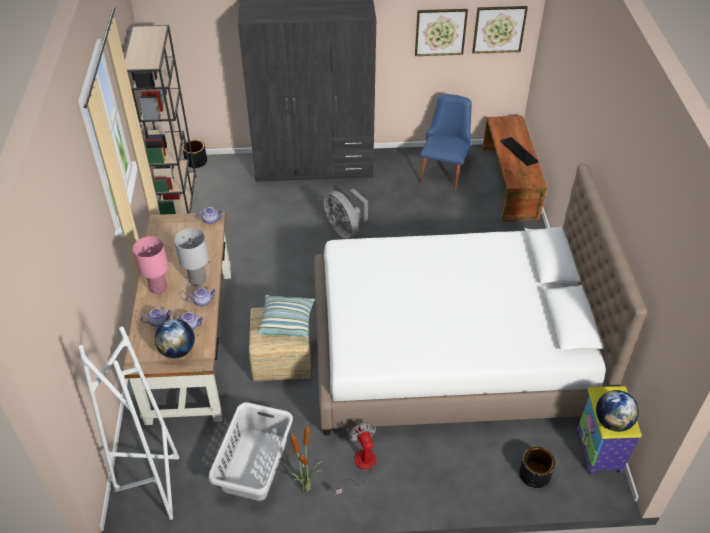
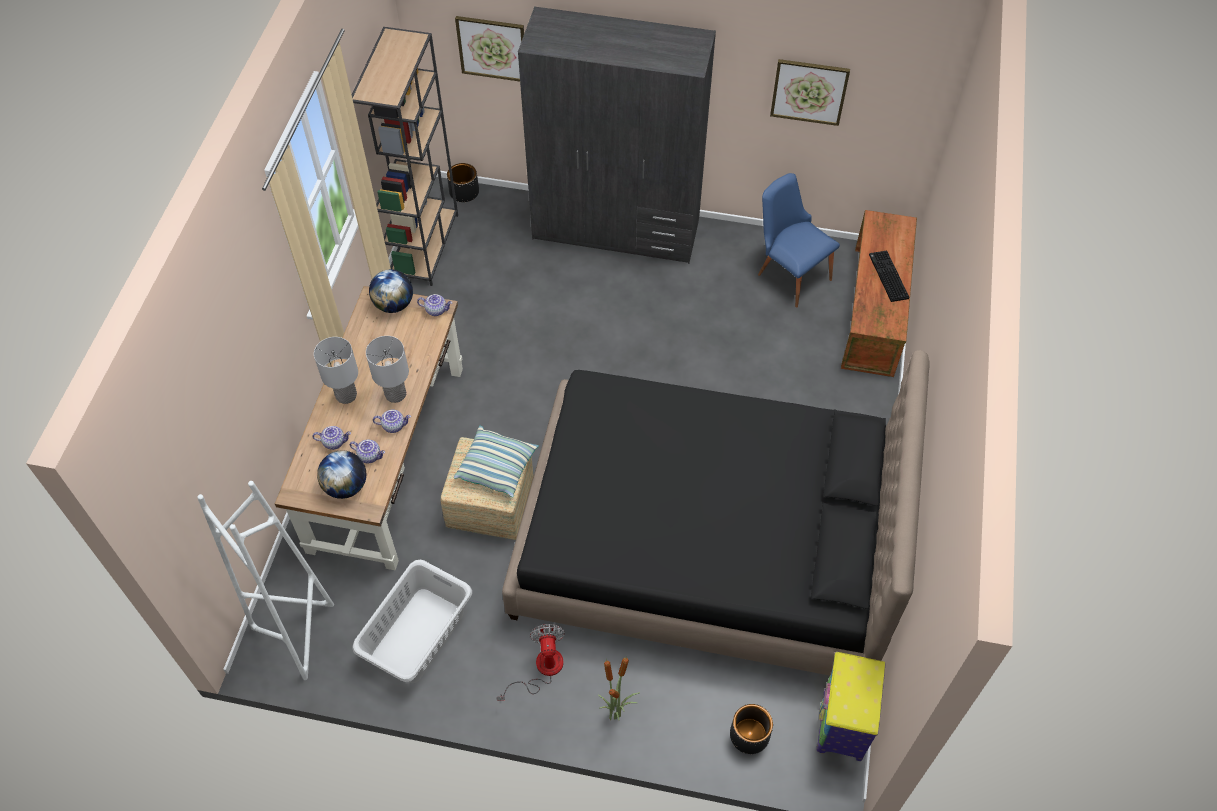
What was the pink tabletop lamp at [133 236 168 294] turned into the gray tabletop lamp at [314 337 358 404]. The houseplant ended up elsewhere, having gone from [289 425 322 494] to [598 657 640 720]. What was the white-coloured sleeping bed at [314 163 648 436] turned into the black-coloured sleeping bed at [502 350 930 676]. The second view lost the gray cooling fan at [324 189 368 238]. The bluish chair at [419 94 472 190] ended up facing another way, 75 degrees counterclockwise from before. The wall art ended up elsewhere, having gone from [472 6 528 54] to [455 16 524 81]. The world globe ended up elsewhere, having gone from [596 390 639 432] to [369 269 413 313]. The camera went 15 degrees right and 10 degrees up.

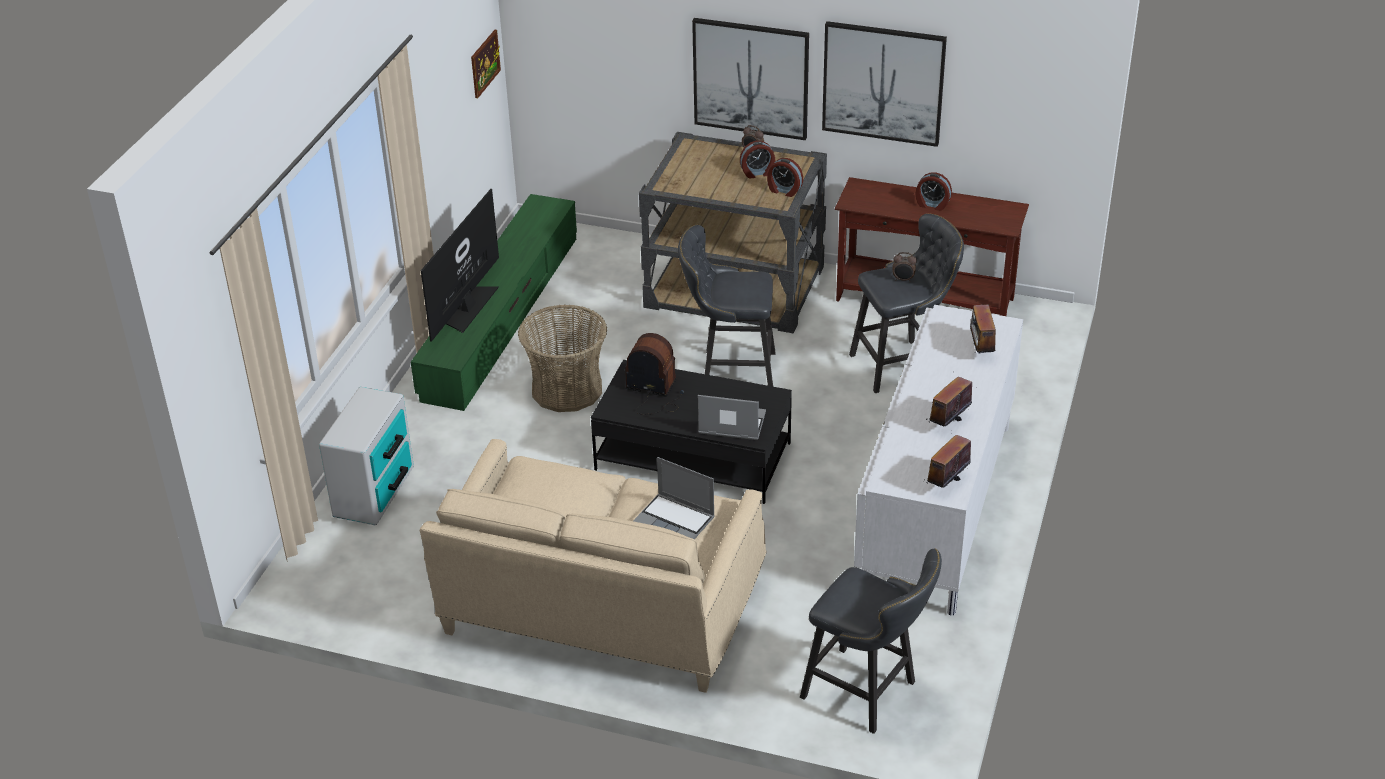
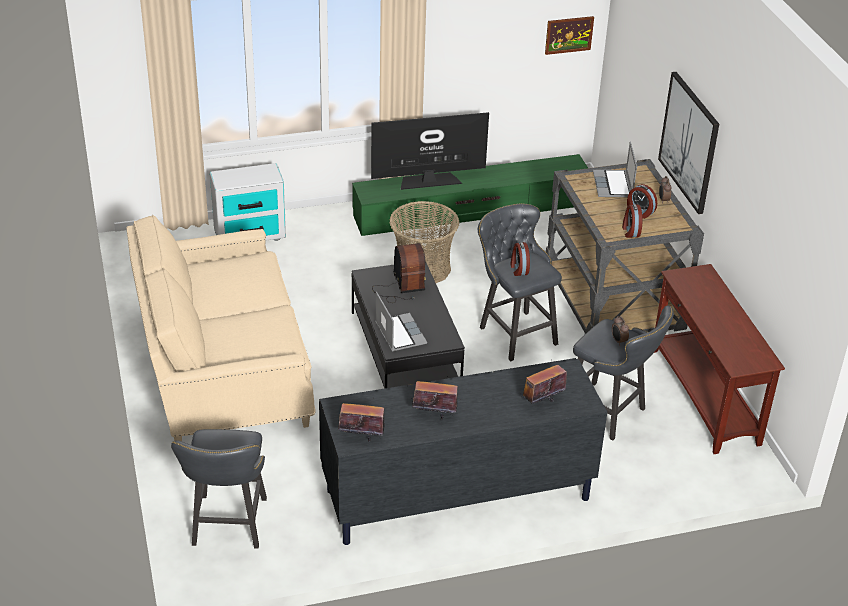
The laptop ended up elsewhere, having gone from [633 457 715 539] to [593 142 637 197]. The second view lost the wall art at [822 21 947 147]. What was the white-coloured cupboard at [854 305 1023 616] turned into the black-coloured cupboard at [319 358 607 545]. The alarm clock ended up elsewhere, having gone from [915 172 952 211] to [510 242 530 276]. The camera went 55 degrees right and 0 degrees up.

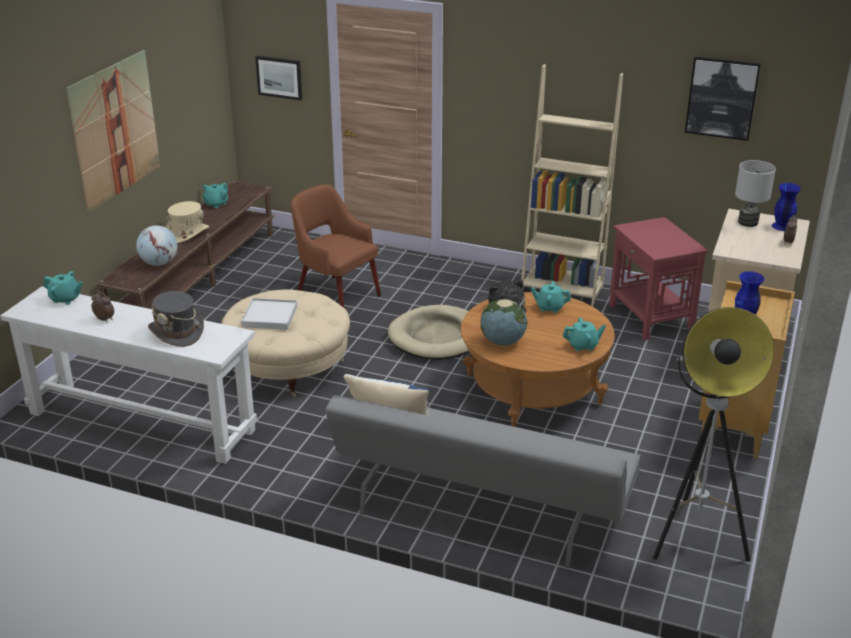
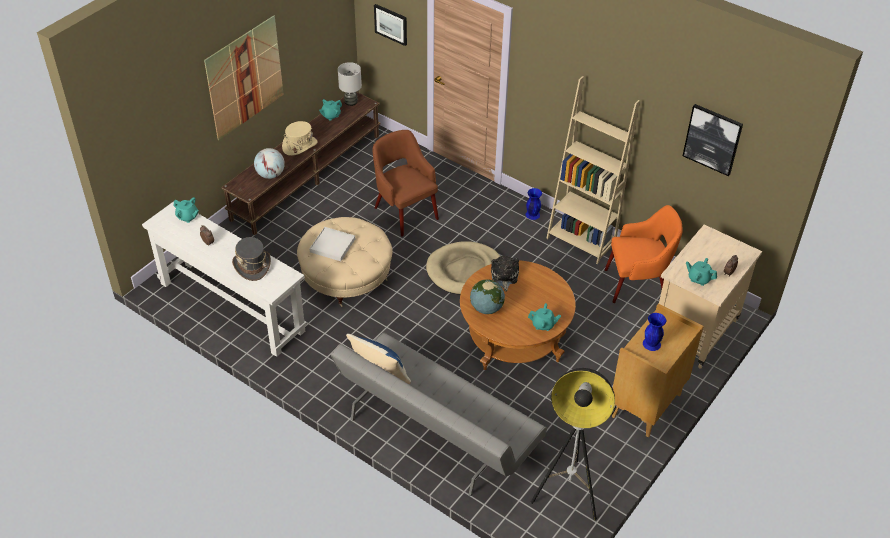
The turquoise-coloured tea pot ended up elsewhere, having gone from [531 281 571 313] to [686 258 717 286]. Where the reddish end table stood at [609 217 708 340], the orange easy chair came to stand at [605 205 683 303]. The gray tabletop lamp ended up elsewhere, having gone from [735 160 776 227] to [338 62 362 106]. The bluish flower vase ended up elsewhere, having gone from [772 183 801 231] to [526 188 542 220]. The camera went 15 degrees right and 15 degrees up.

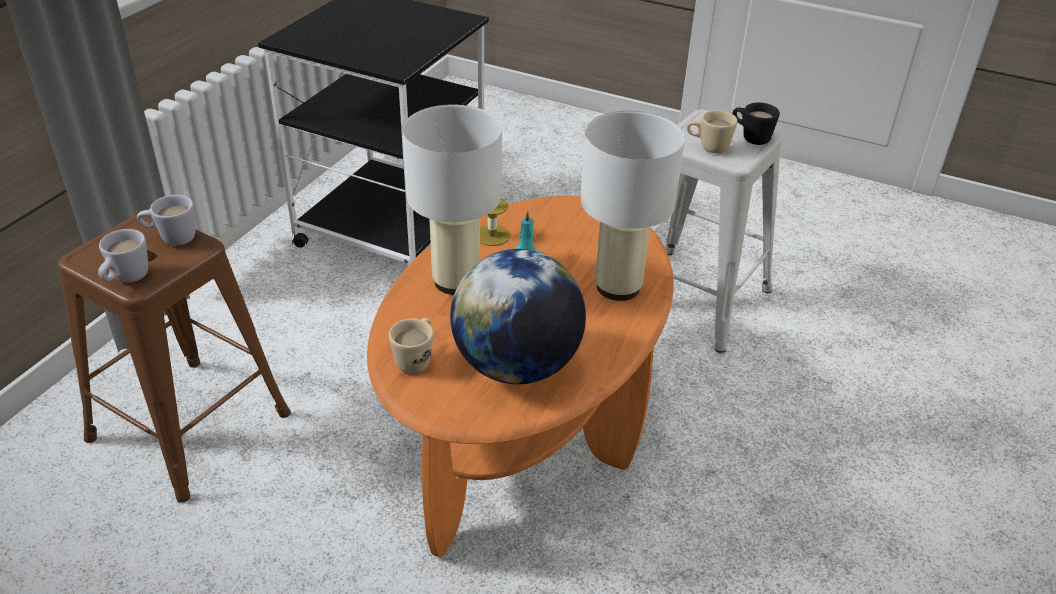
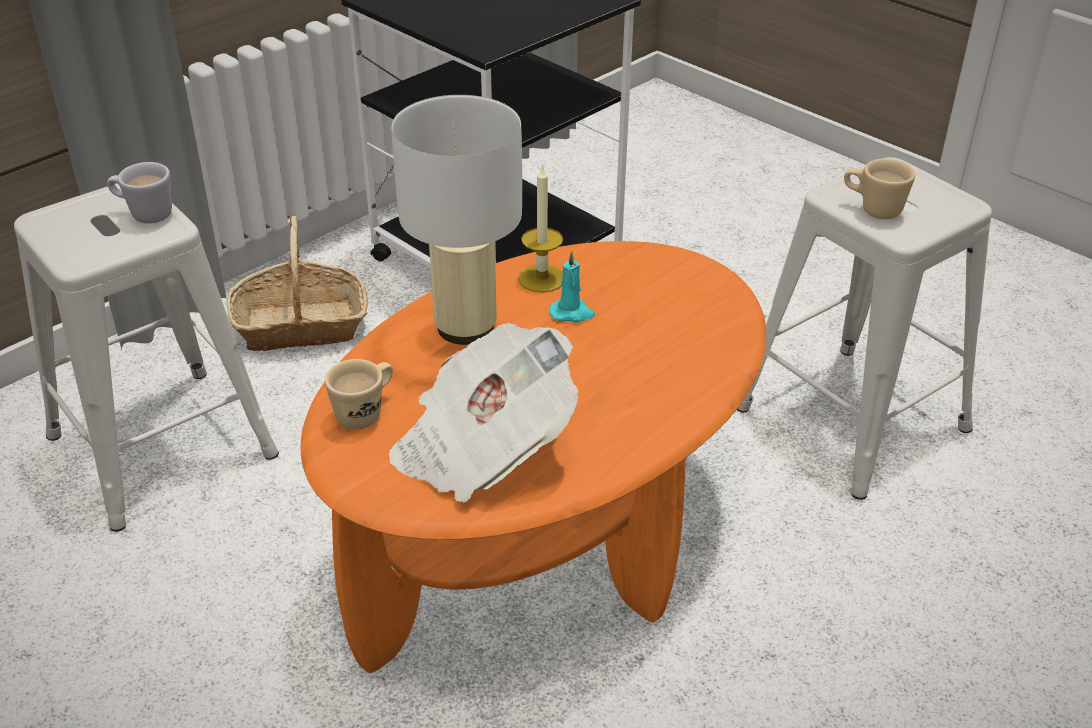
What was the brown stool seat at [58 214 291 503] turned into the white-coloured stool seat at [14 183 279 532]. The second view lost the white-coloured mug at [98 229 148 283]. Where the world globe stood at [450 249 586 384], the printed paper came to stand at [389 323 578 503]. The second view lost the white-coloured tabletop lamp at [581 111 685 301]. The second view lost the black-coloured mug at [732 102 780 145]. The second view gained the basket at [227 216 368 351]. The camera went 20 degrees right and 0 degrees up.

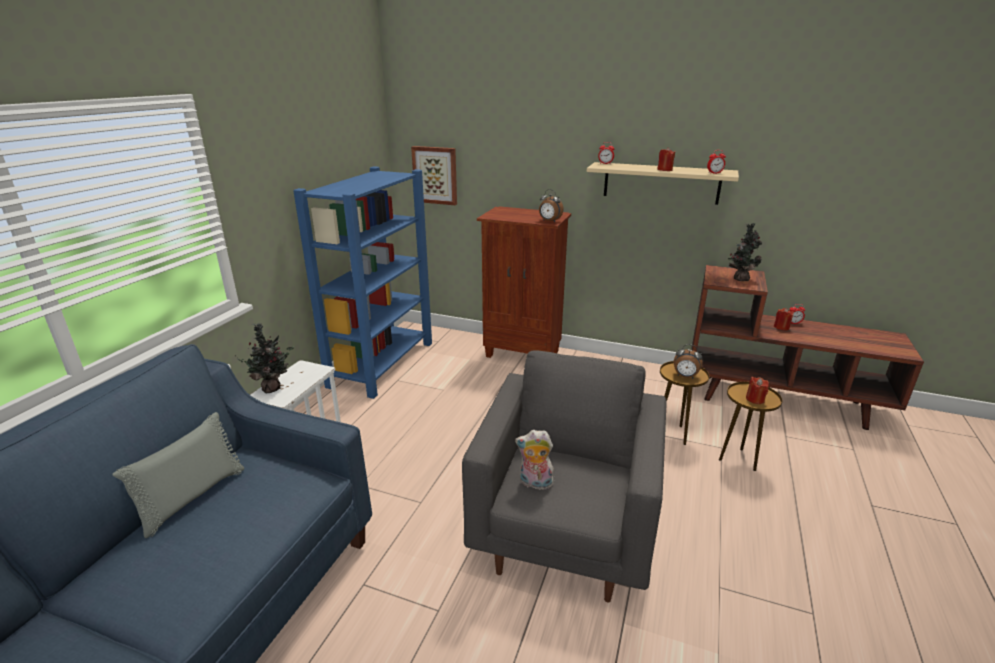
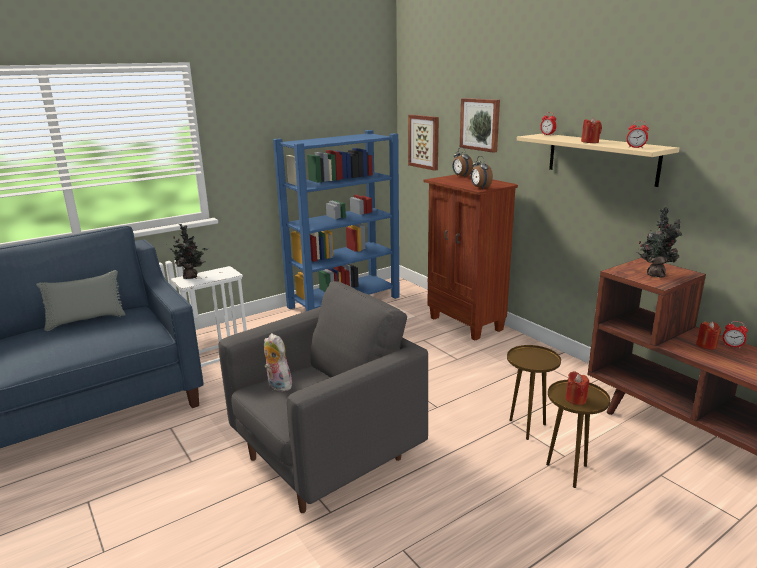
The alarm clock ended up elsewhere, having gone from [674 344 702 378] to [452 147 473 178]. The second view gained the wall art at [460 98 500 153]. The camera went 35 degrees right and 5 degrees down.

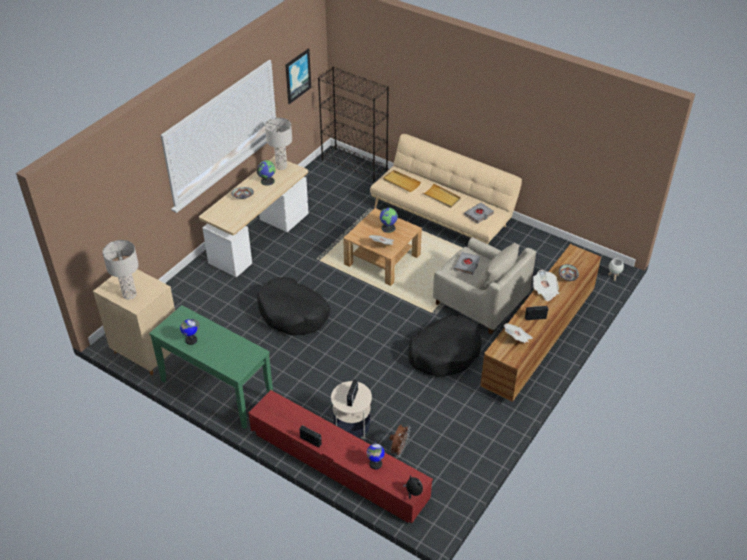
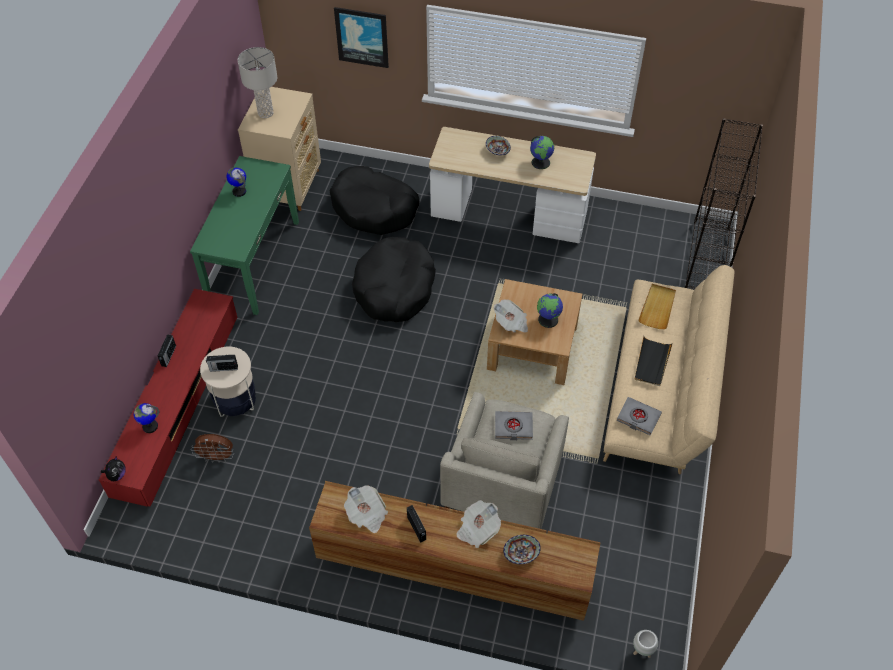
The second view lost the white-coloured tabletop lamp at [265 118 292 170]. The wall art ended up elsewhere, having gone from [285 48 311 104] to [334 7 389 68]. The black-coloured dog cushion ended up elsewhere, having gone from [408 315 482 377] to [330 166 420 235]. What was the sand-coloured tray at [423 183 461 208] turned into the black-coloured tray at [634 336 673 386]. The camera went 70 degrees right and 10 degrees up.

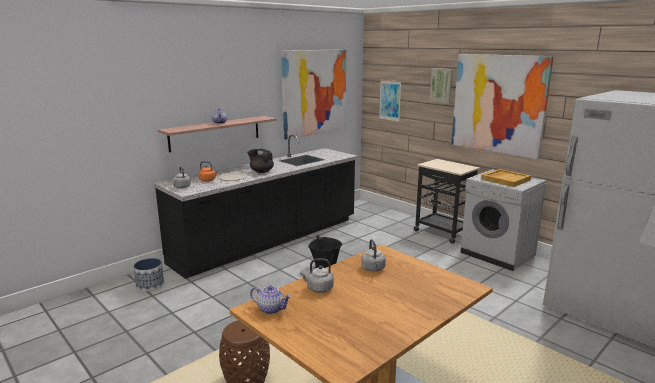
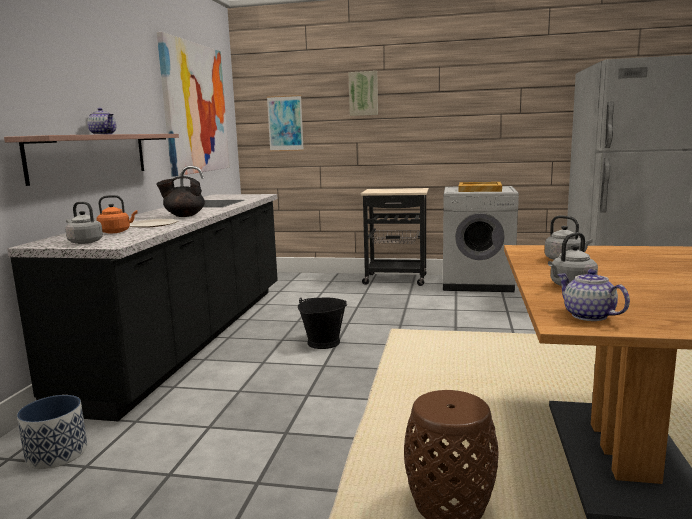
The tea pot at [250 285 291 314] ended up facing another way, 105 degrees counterclockwise from before. The second view lost the wall art at [451 54 554 159]. The camera went 35 degrees left and 5 degrees down.

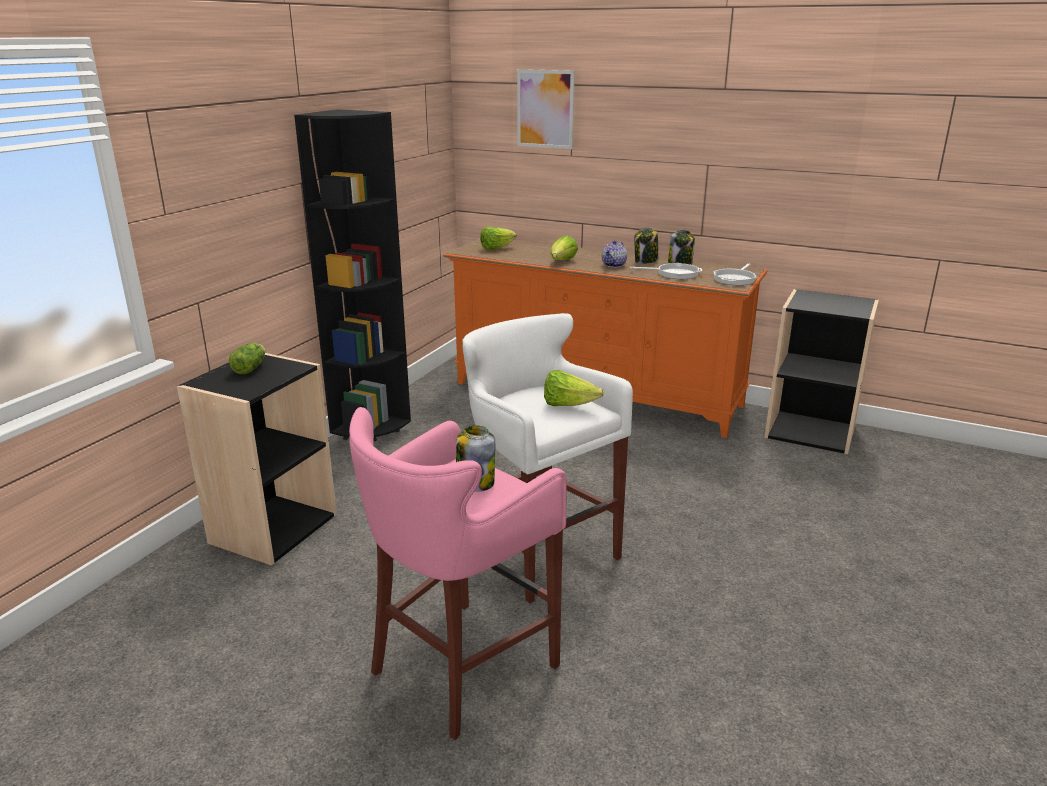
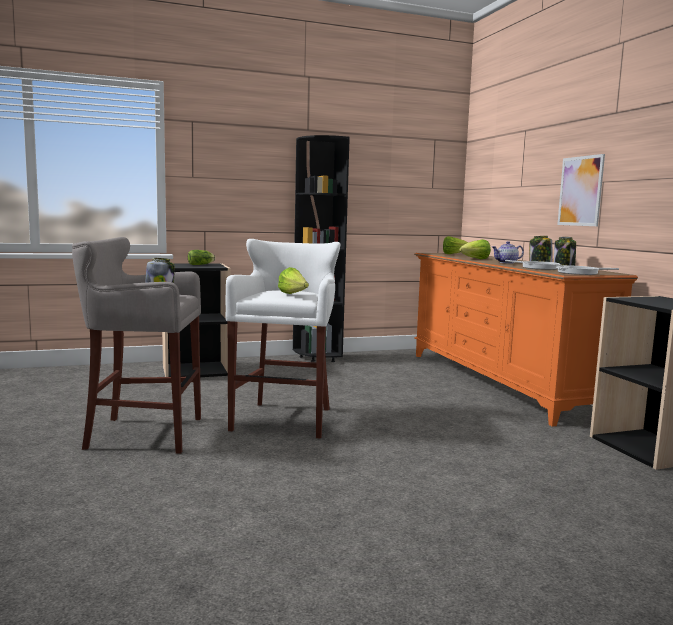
What was the pink stool seat at [349 407 567 740] turned into the gray stool seat at [72 237 201 454]. The wall art ended up elsewhere, having gone from [517 69 575 149] to [557 154 605 226]. The camera went 45 degrees right and 15 degrees down.

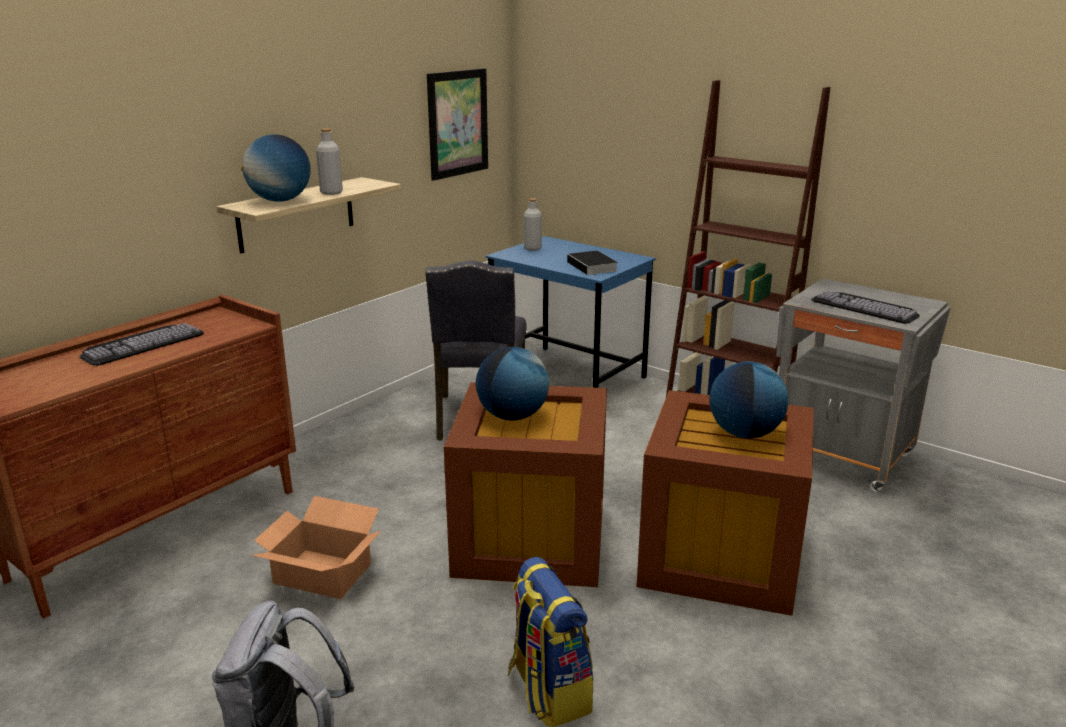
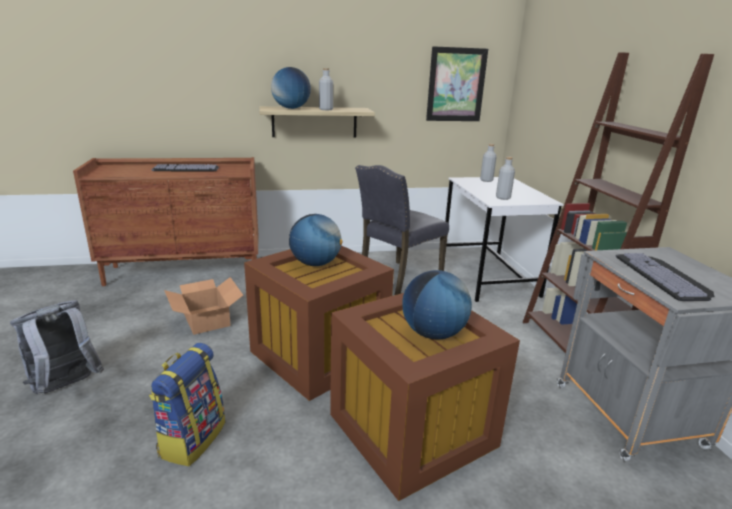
What was the bluish desk unit at [486 236 656 388] turned into the white-coloured desk unit at [445 177 564 302]. Where the volume stood at [567 251 618 277], the gray beverage bottle came to stand at [496 157 515 200]. The camera went 40 degrees right and 0 degrees up.

